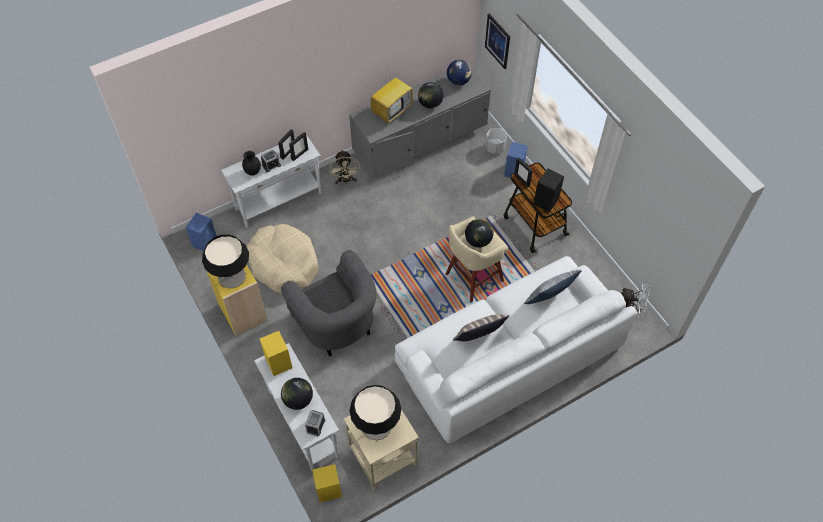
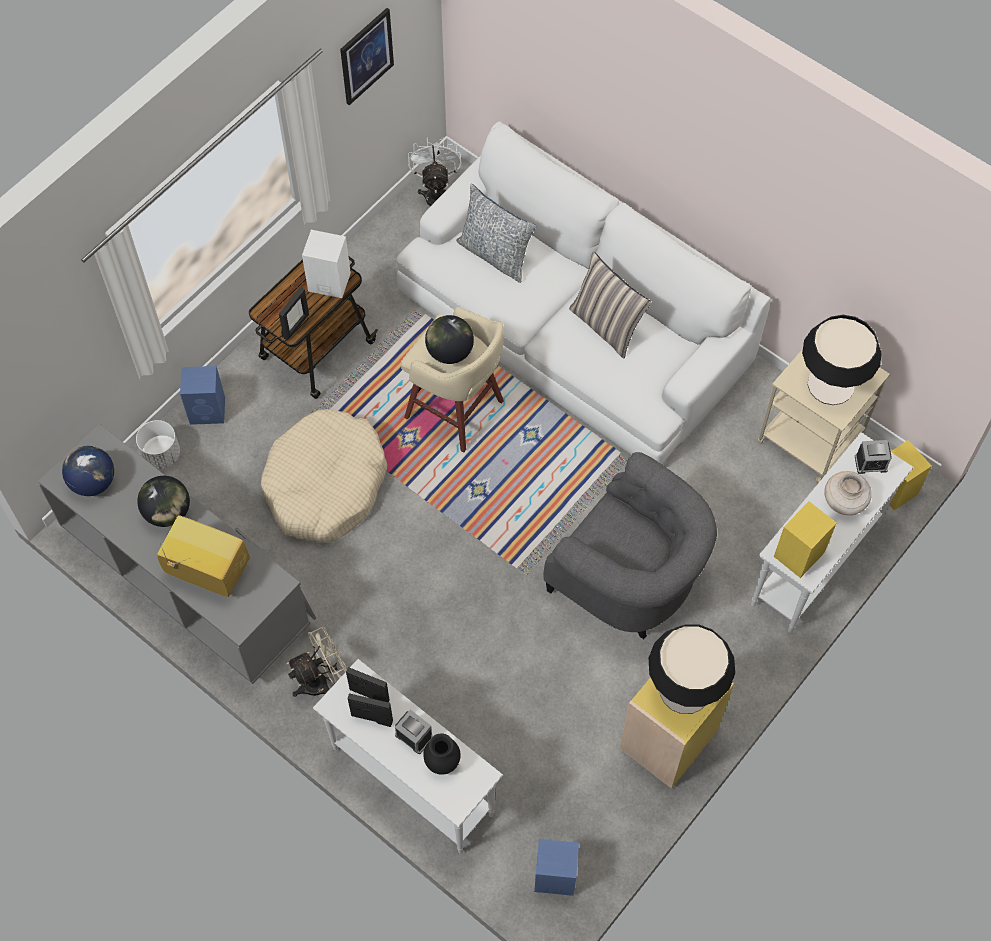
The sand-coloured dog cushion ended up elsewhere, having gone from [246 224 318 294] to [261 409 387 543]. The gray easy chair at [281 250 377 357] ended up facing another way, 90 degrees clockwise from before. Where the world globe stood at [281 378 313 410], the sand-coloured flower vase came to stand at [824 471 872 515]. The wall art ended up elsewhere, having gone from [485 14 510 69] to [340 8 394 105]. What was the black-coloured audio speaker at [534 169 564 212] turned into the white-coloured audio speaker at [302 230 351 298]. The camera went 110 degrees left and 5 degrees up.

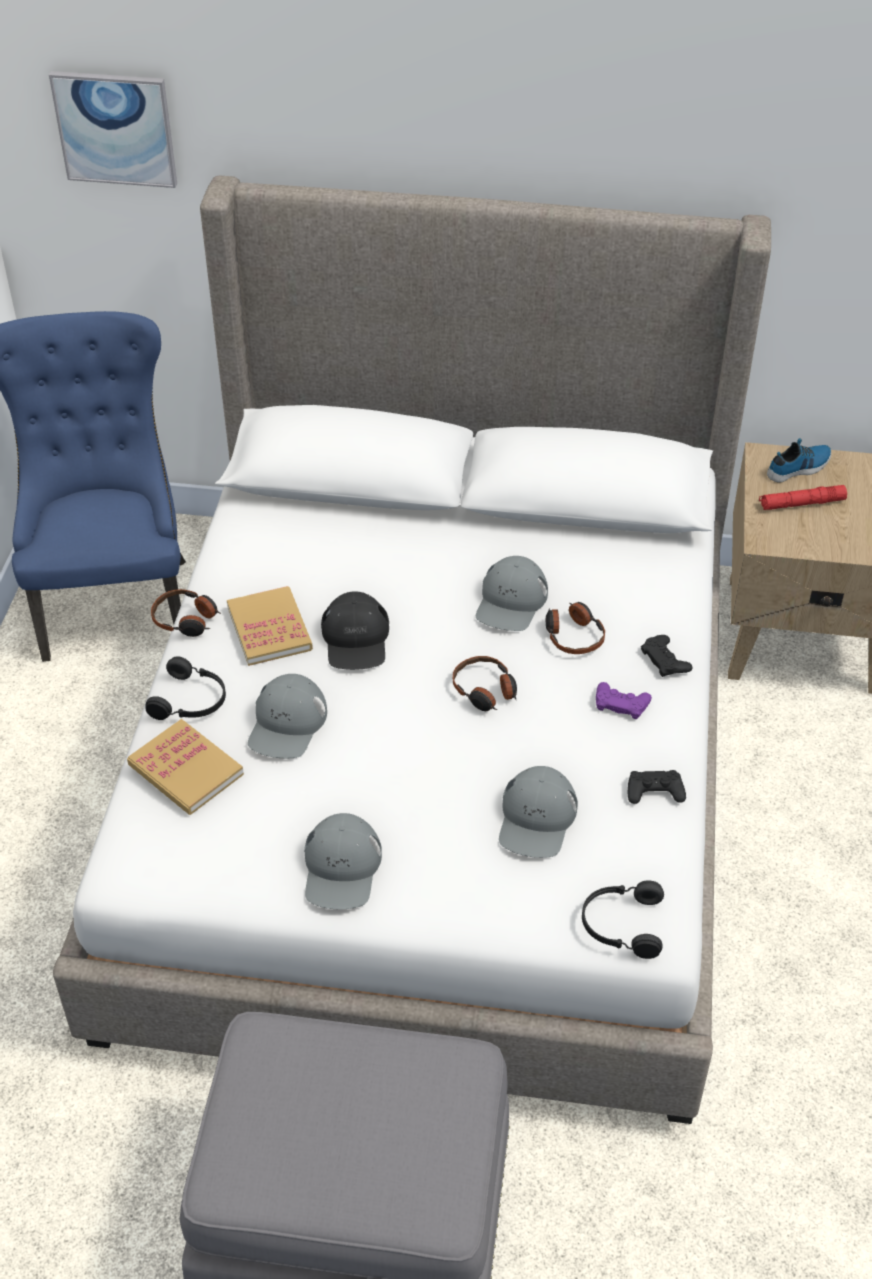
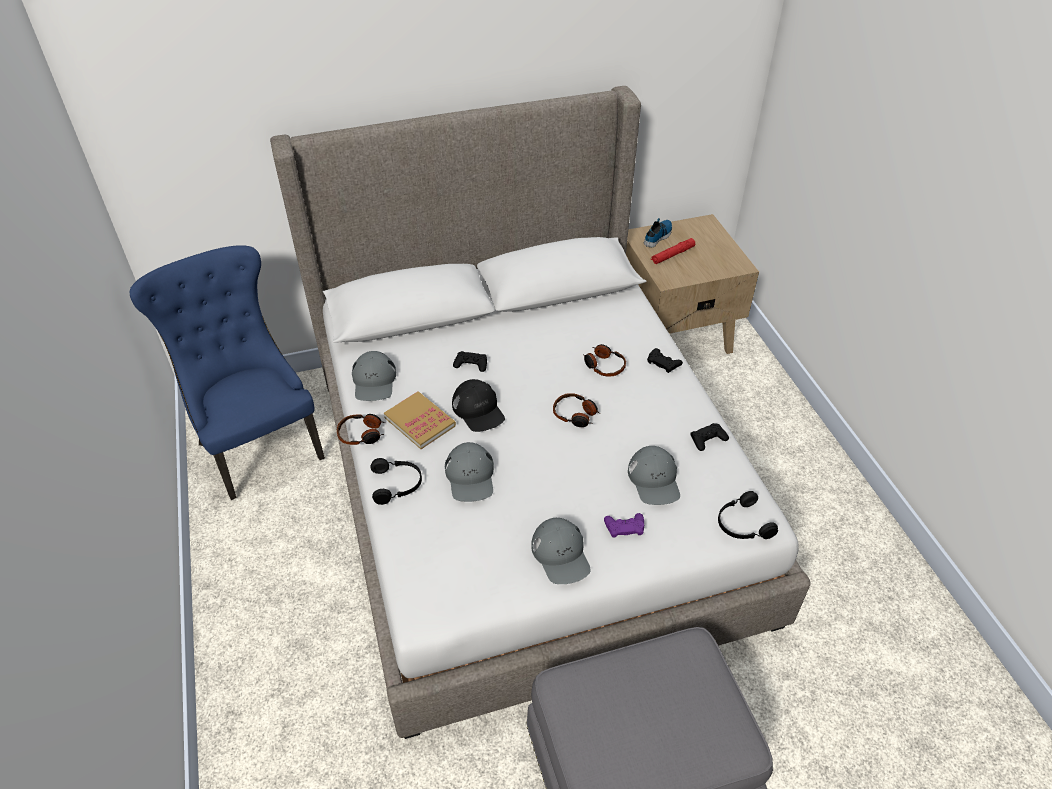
The second view lost the wall art at [49 71 177 188]. The second view lost the volume at [127 719 244 815]. The gray cap ended up elsewhere, having gone from [476 556 548 631] to [352 351 396 401]. The purple game controller ended up elsewhere, having gone from [596 682 652 719] to [604 513 644 537]. The second view gained the black-coloured game controller at [453 351 487 372]. The camera went 25 degrees left and 0 degrees up.

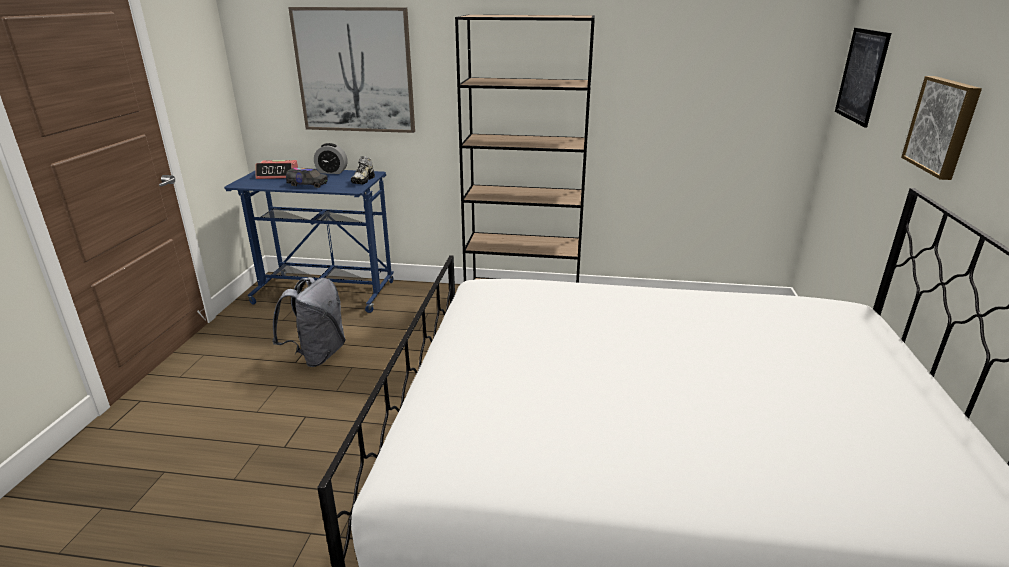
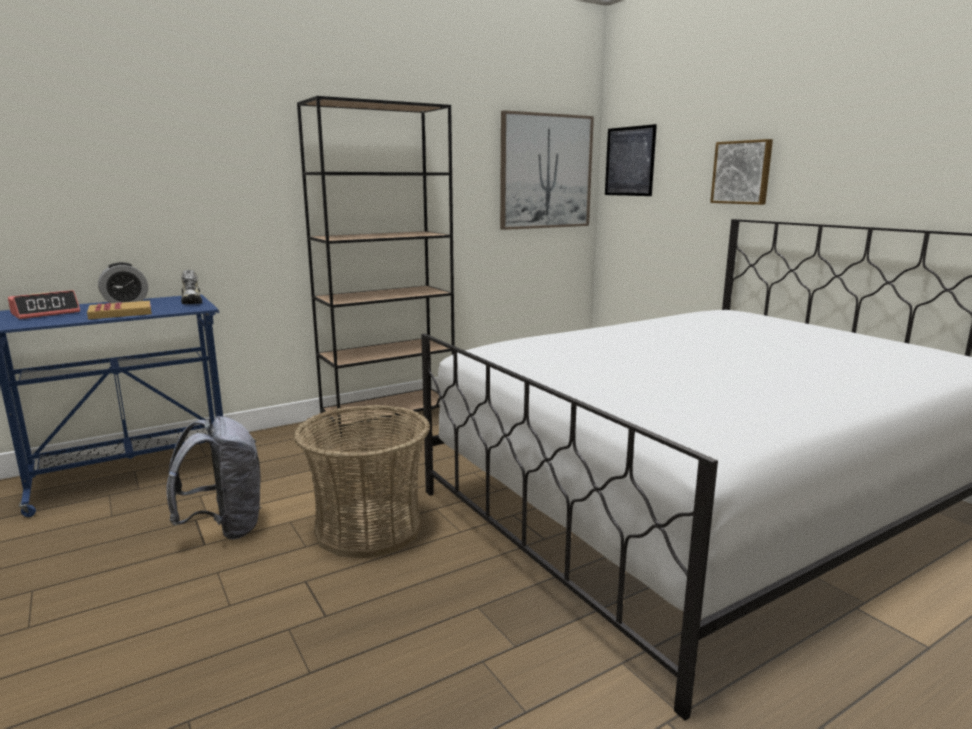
Where the toy lorry stood at [286 168 328 188], the volume came to stand at [87 301 152 320]. The wall art ended up elsewhere, having gone from [288 7 415 133] to [500 110 594 230]. The second view gained the basket at [293 405 430 558]. The camera went 40 degrees left and 10 degrees down.

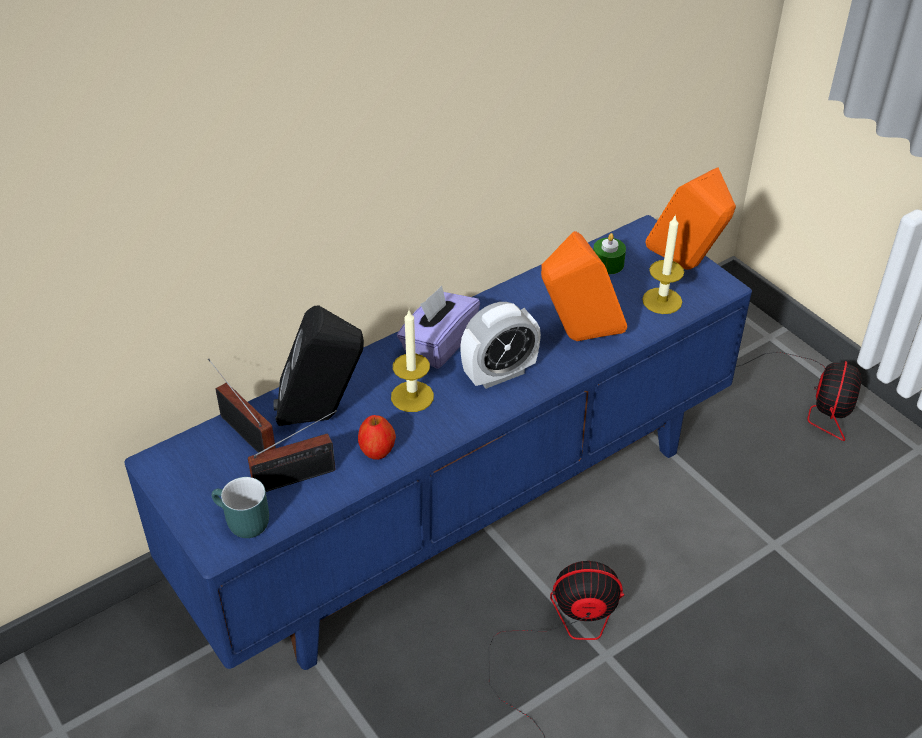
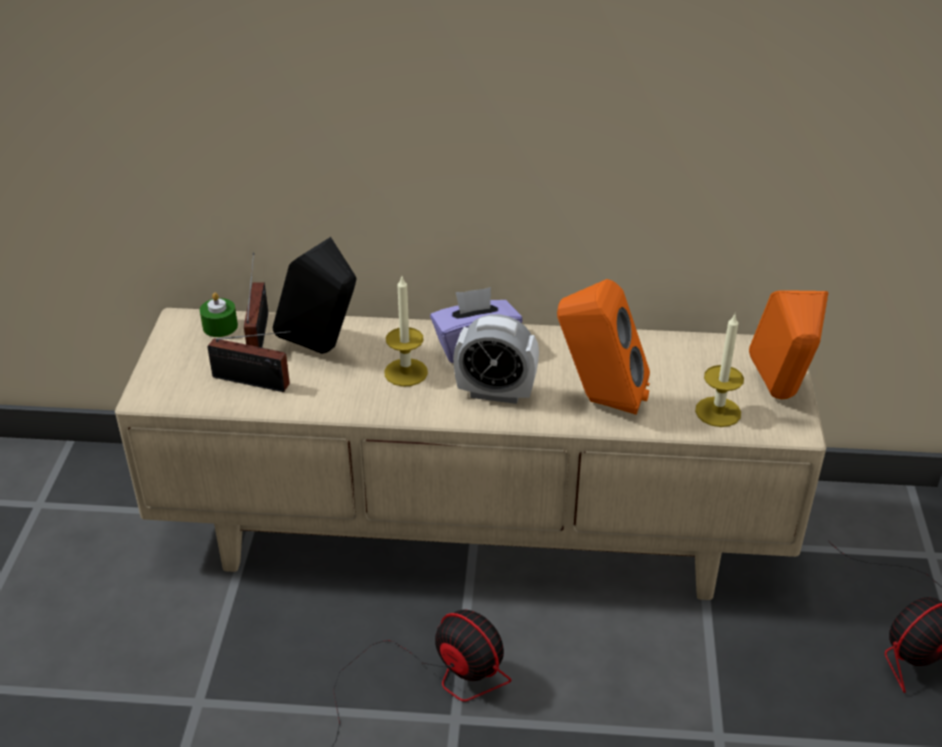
What was the bluish media console at [124 215 752 670] turned into the sand-coloured media console at [115 308 826 600]. The second view lost the turquoise-coloured mug at [212 477 269 538]. The second view lost the apple fruit at [358 415 396 460]. The green wax light ended up elsewhere, having gone from [593 233 626 274] to [200 292 238 337]. The camera went 40 degrees right and 5 degrees down.

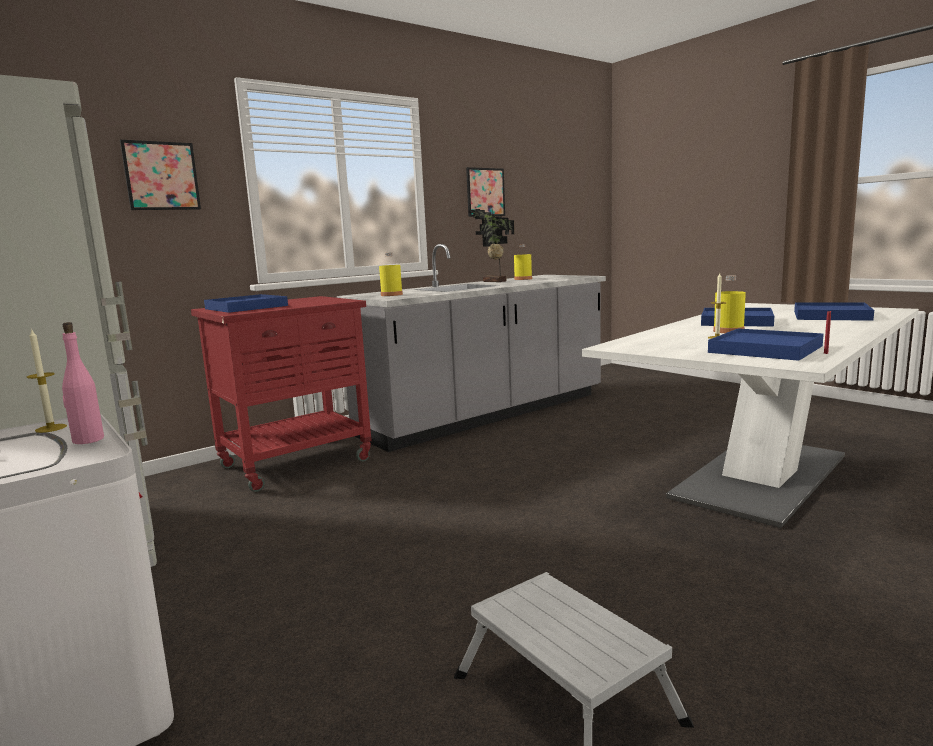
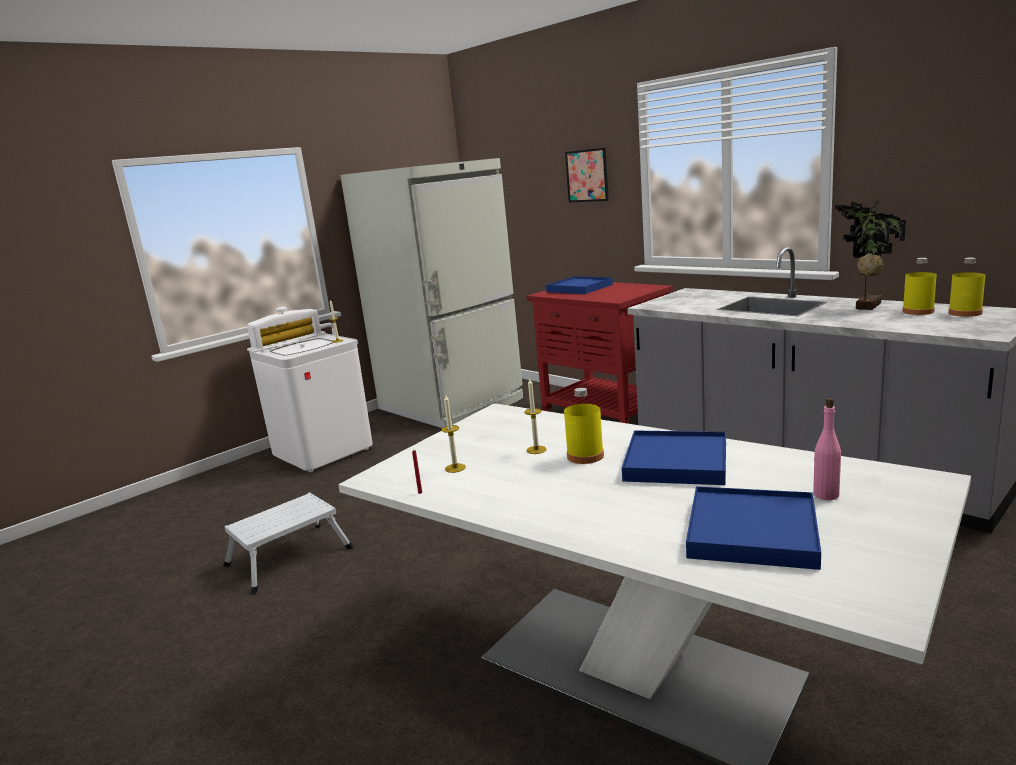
The pink beverage bottle ended up elsewhere, having gone from [62 322 104 444] to [813 398 841 500]. The yellow beverage bottle ended up elsewhere, having gone from [379 252 403 296] to [948 257 985 317]. The second view lost the wall art at [466 167 505 217]. Where the bluish tray stood at [708 328 824 361], the wax light came to stand at [441 394 466 473]. The camera went 85 degrees right and 5 degrees up.

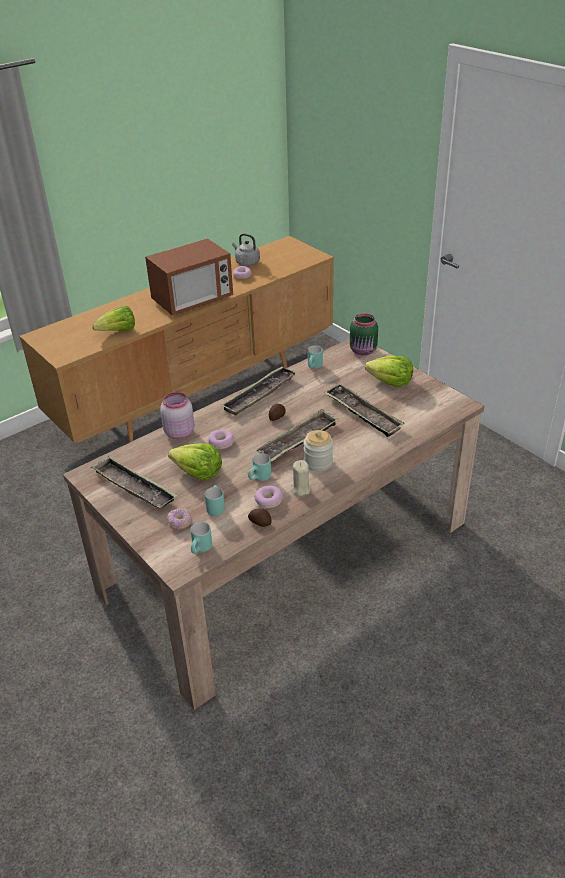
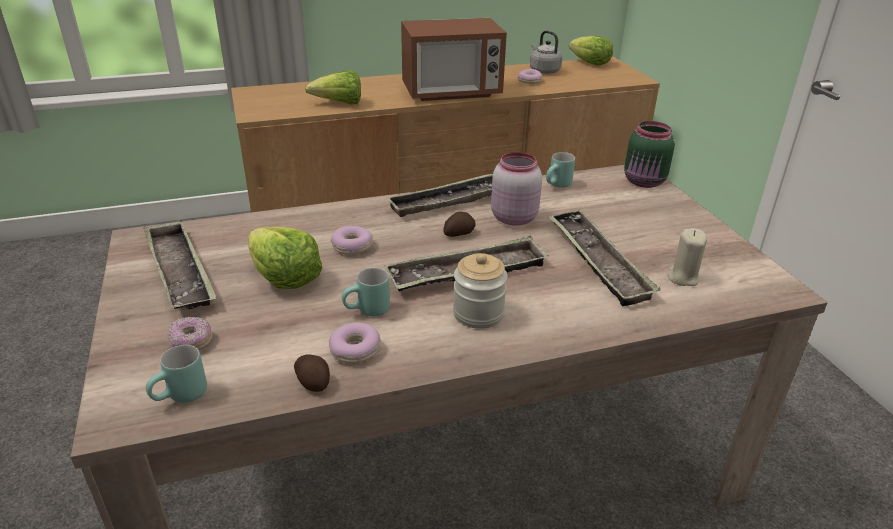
The pink storage jar ended up elsewhere, having gone from [160 392 194 439] to [491 152 542 226]. The second view lost the turquoise-coloured mug at [205 485 225 516]. The sand-coloured wax light ended up elsewhere, having gone from [291 460 311 496] to [667 228 707 286]. The lettuce ended up elsewhere, having gone from [365 356 413 387] to [569 36 613 66]. The camera went 20 degrees right and 5 degrees down.

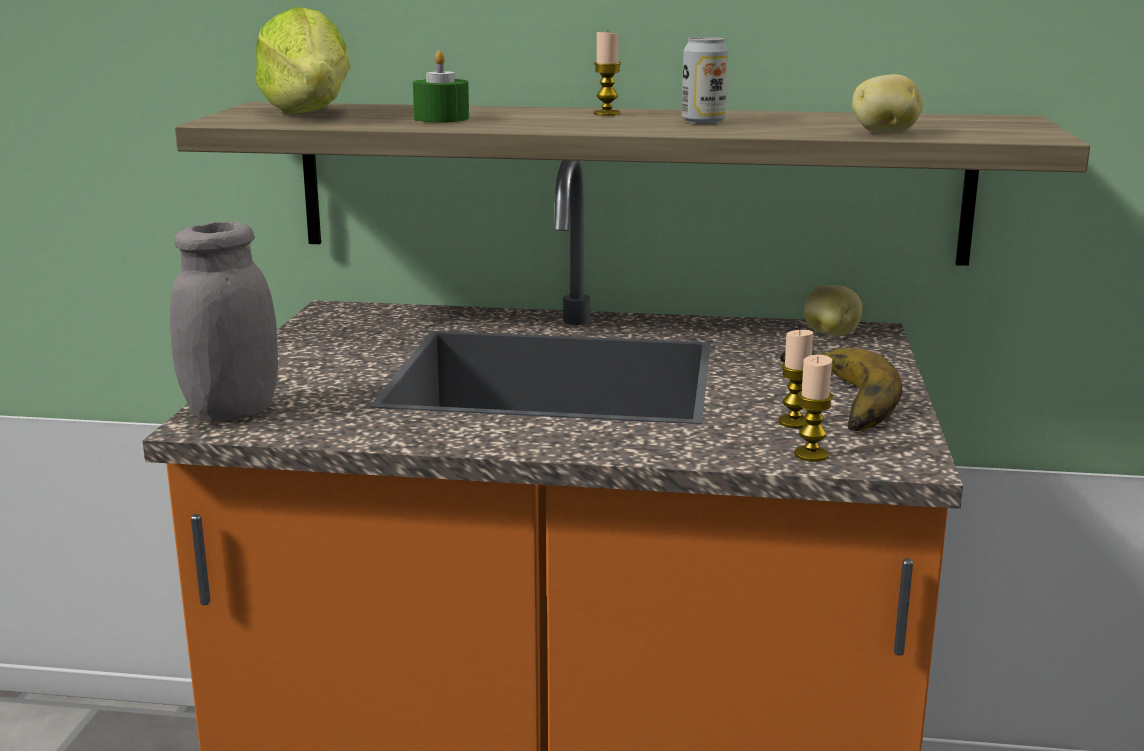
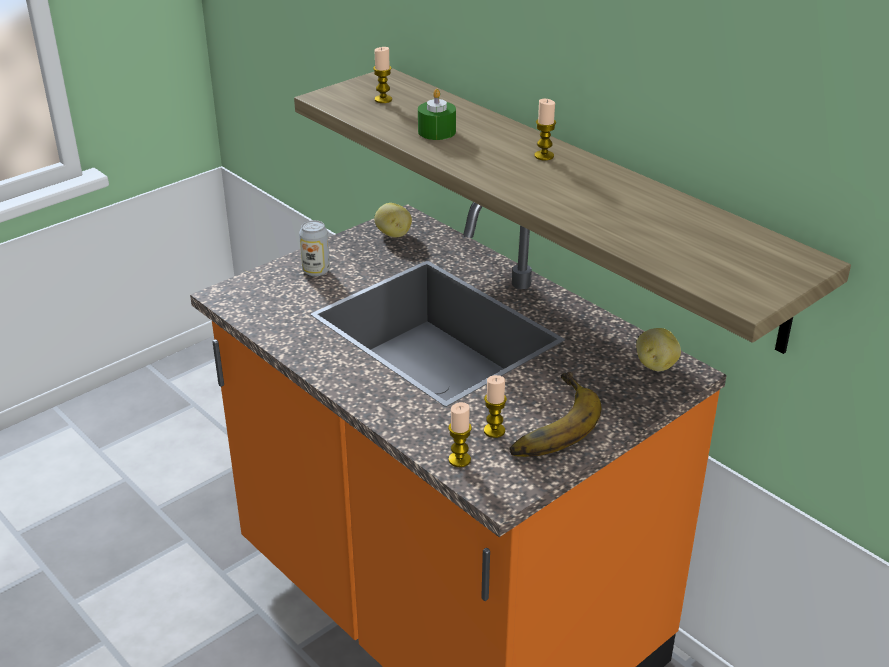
The second view lost the gray storage jar at [170 221 278 422]. Where the lettuce stood at [255 7 351 114], the wax light came to stand at [373 47 392 103]. The can ended up elsewhere, having gone from [682 37 728 124] to [299 220 330 276]. The whole potato ended up elsewhere, having gone from [852 74 923 133] to [374 203 412 238]. The camera went 40 degrees right and 15 degrees up.

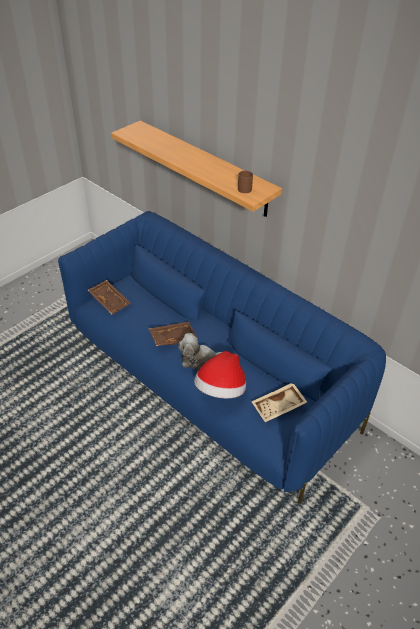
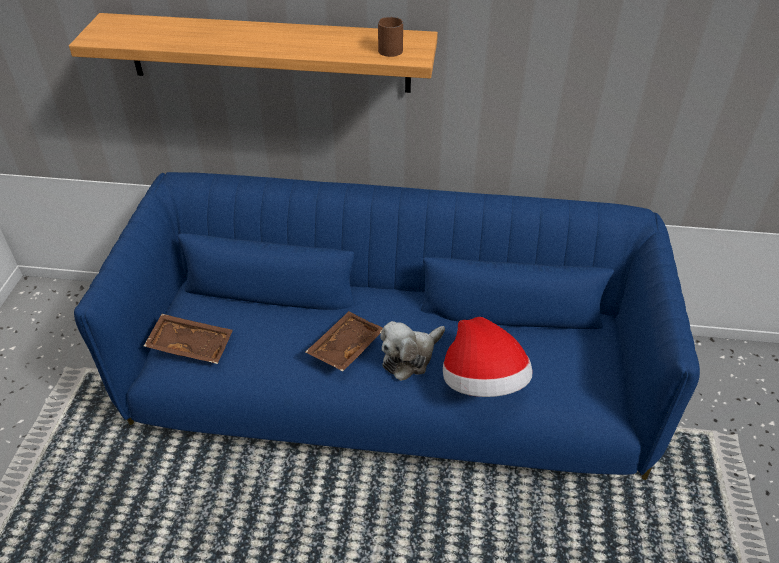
The second view lost the sand-coloured tray at [251 383 307 422]. The camera went 35 degrees left and 0 degrees up.

